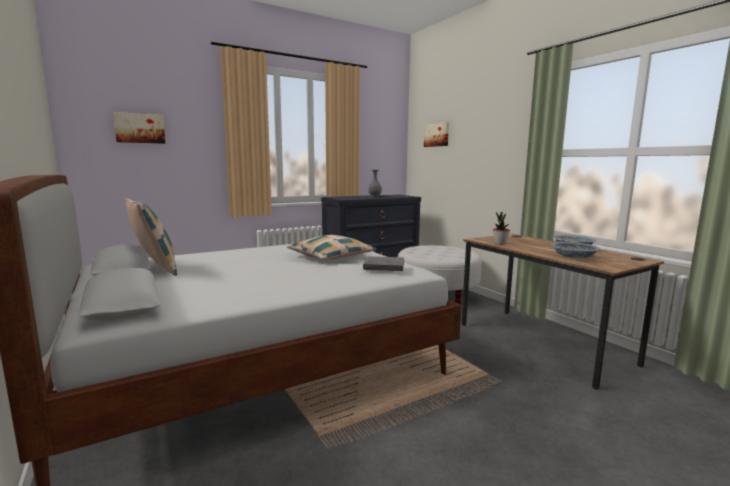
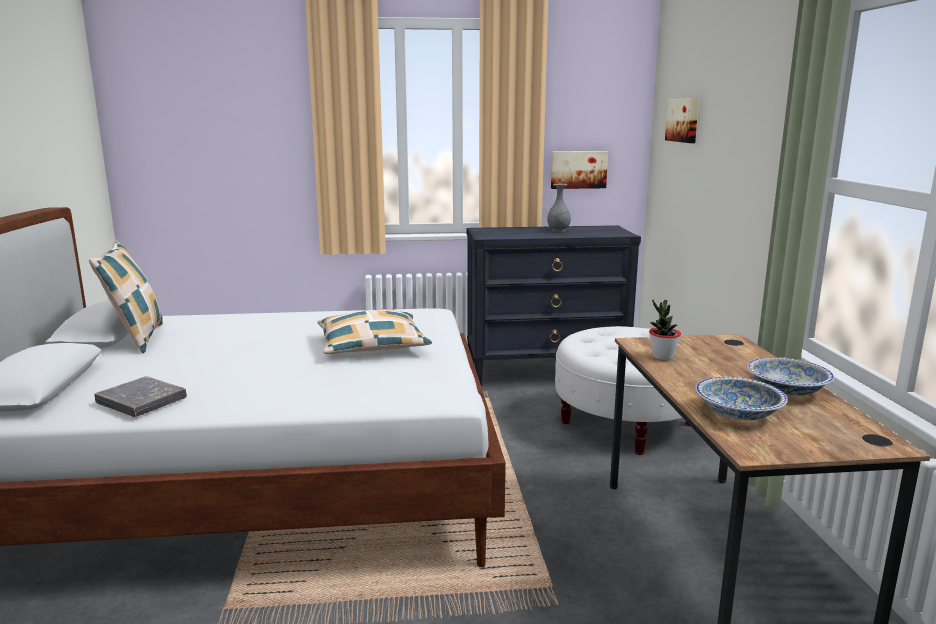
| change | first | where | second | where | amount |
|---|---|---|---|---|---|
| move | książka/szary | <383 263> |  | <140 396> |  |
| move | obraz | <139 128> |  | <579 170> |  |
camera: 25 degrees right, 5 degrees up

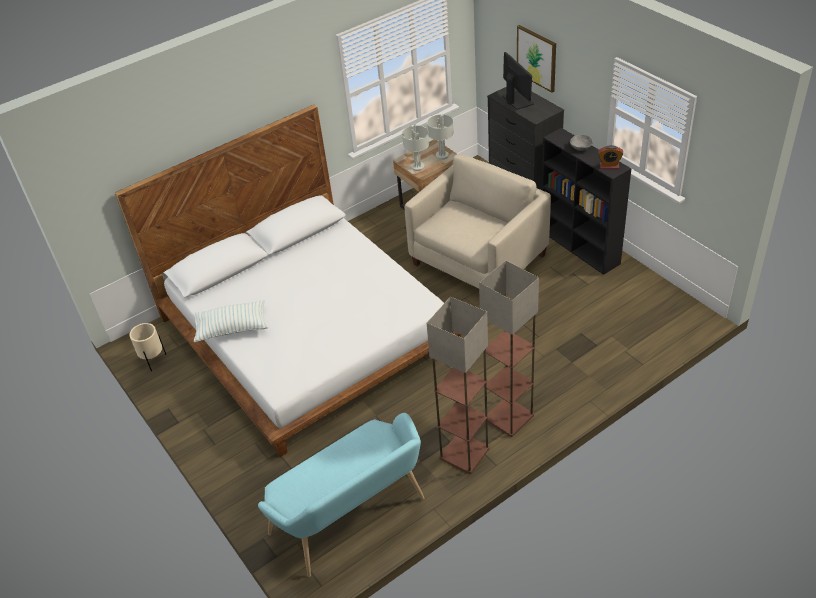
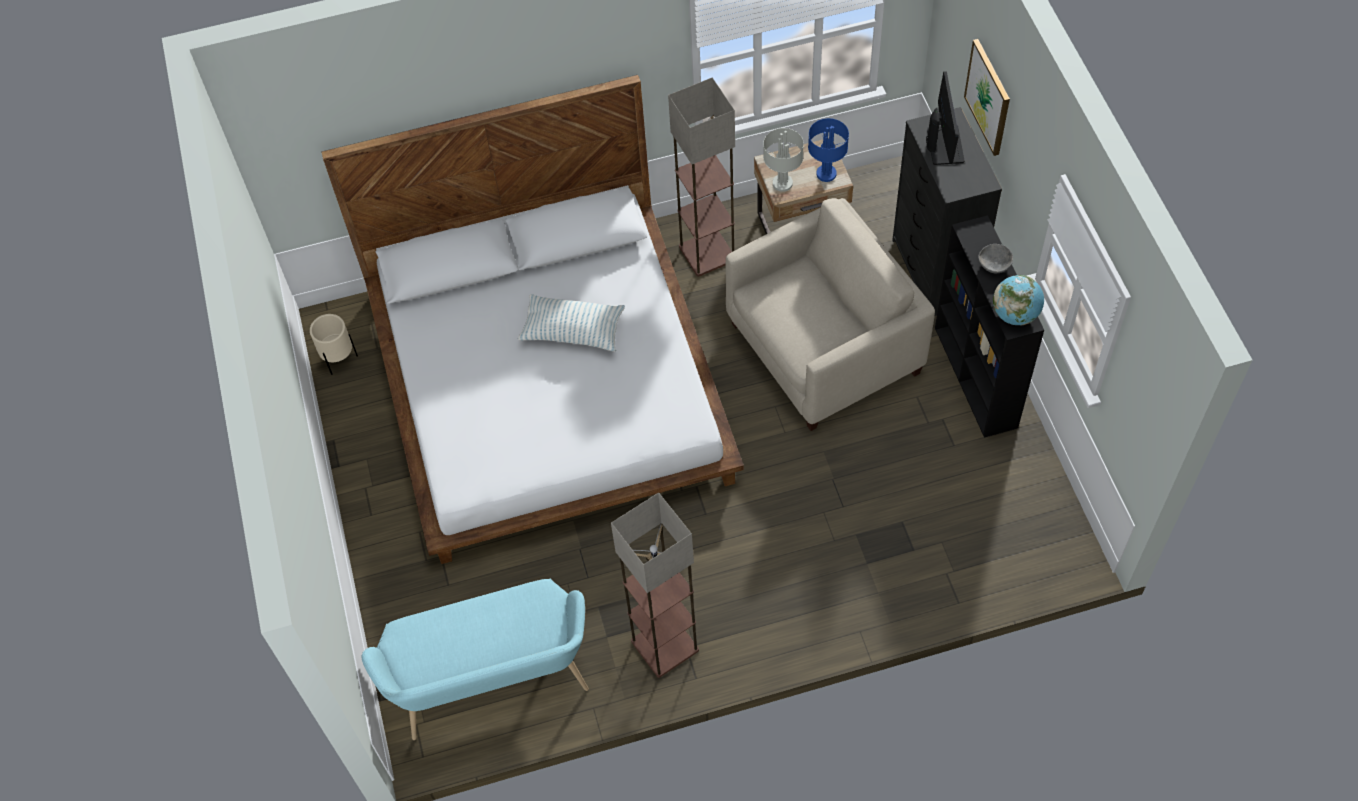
| change | first | where | second | where | amount |
|---|---|---|---|---|---|
| move | poduszka | <230 321> |  | <571 323> |  |
| move | lampa stojąca | <509 349> |  | <701 177> |  |
| recolor | lampa stołowa/szary | <440 137> | lampa stołowa/niebieski | <828 150> |  |
| replace | budzik | <610 157> | globus | <1018 300> |  |
camera: 20 degrees right, 15 degrees up

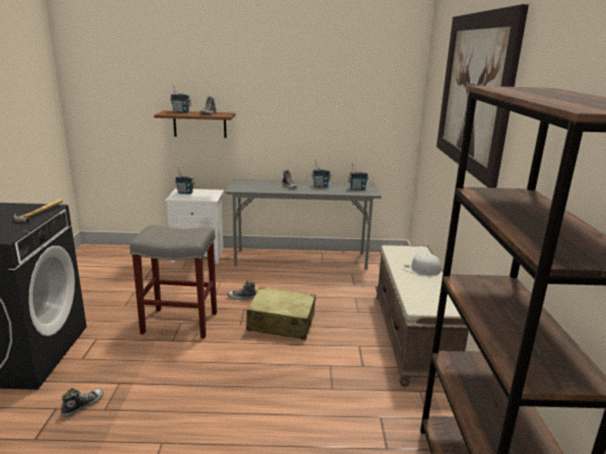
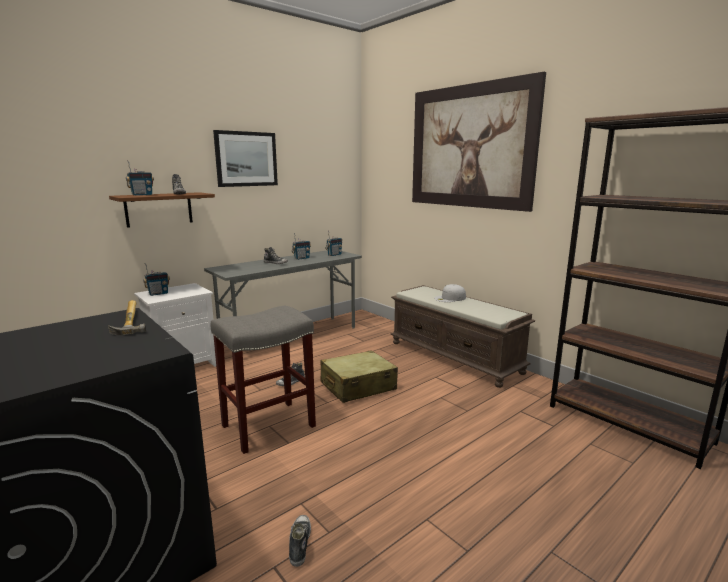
| change | first | where | second | where | amount |
|---|---|---|---|---|---|
| insert |  |  | obraz | <245 158> |  |
camera: 40 degrees left, 5 degrees down

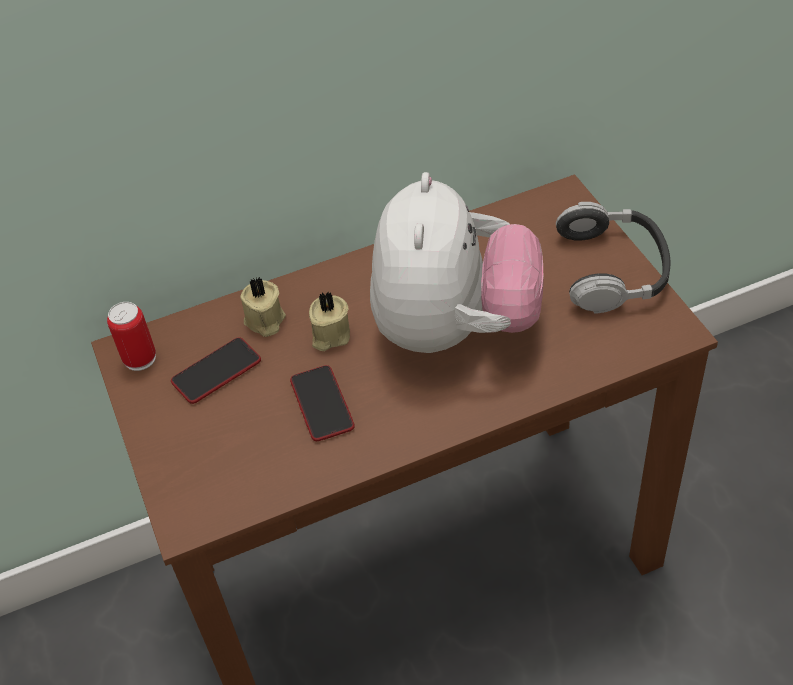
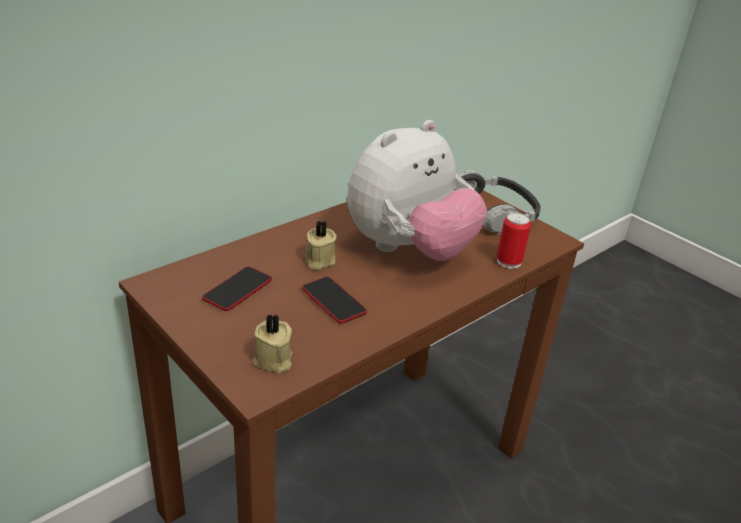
| change | first | where | second | where | amount |
|---|---|---|---|---|---|
| move | świeca/beżowy | <263 307> |  | <273 343> |  |
| rotate | pluszak | <457 262> |  | <417 190> | 60 degrees clockwise |
| move | puszka | <131 336> |  | <514 240> |  |
camera: 25 degrees left, 15 degrees down

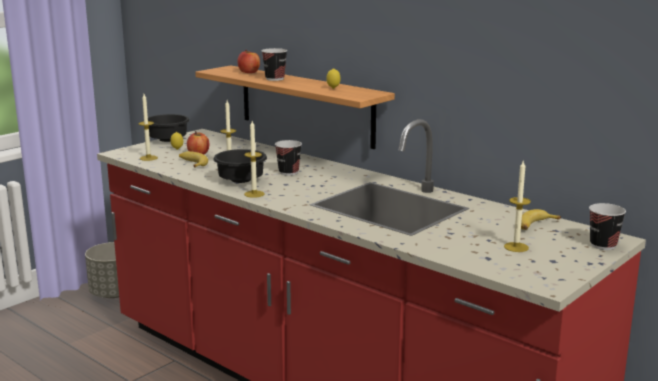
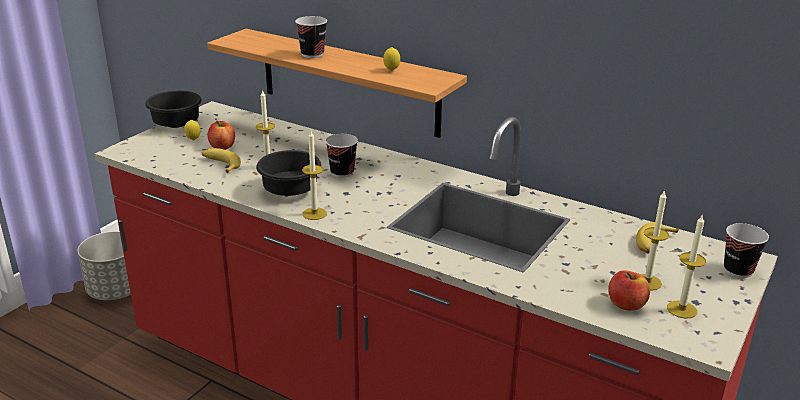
| change | first | where | second | where | amount |
|---|---|---|---|---|---|
| move | jabłko | <248 61> |  | <629 290> |  |
| move | świeca | <148 127> |  | <686 267> |  |
camera: 10 degrees left, 10 degrees up

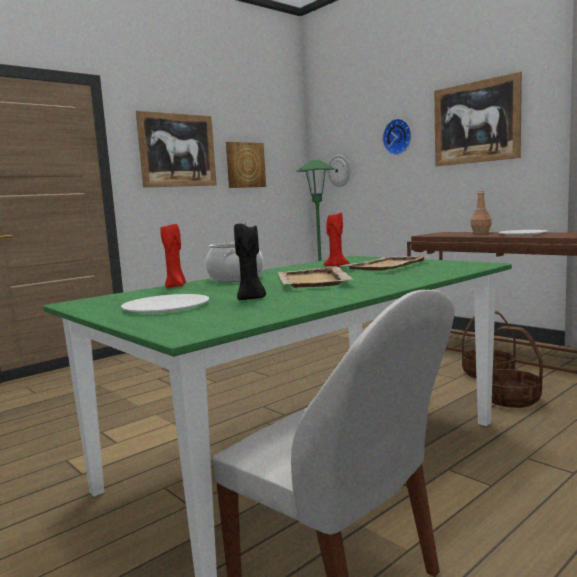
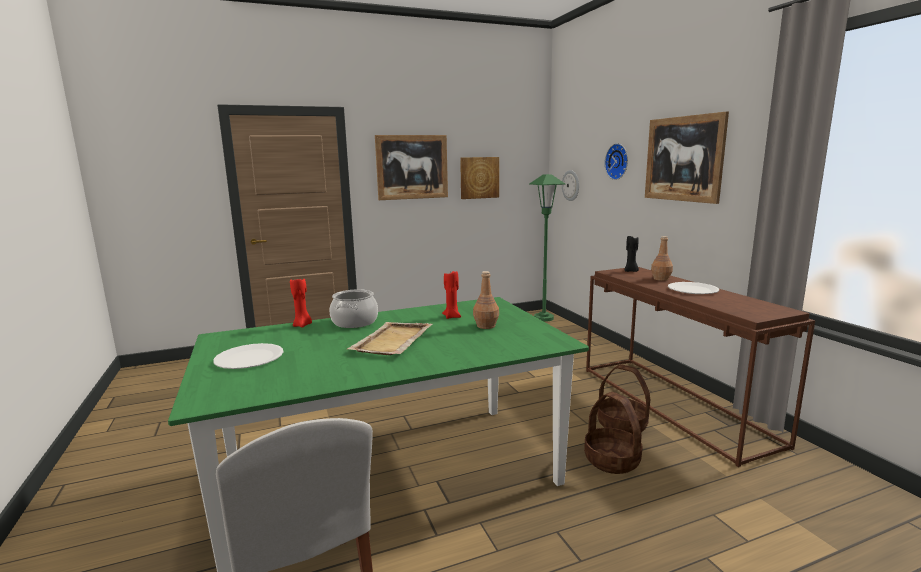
| change | first | where | second | where | amount |
|---|---|---|---|---|---|
| replace | taca/beżowy | <383 263> | butelka/brązowy | <486 300> |  |
| move | świeca/czarny | <250 261> |  | <632 254> |  |
camera: 20 degrees right, 5 degrees up

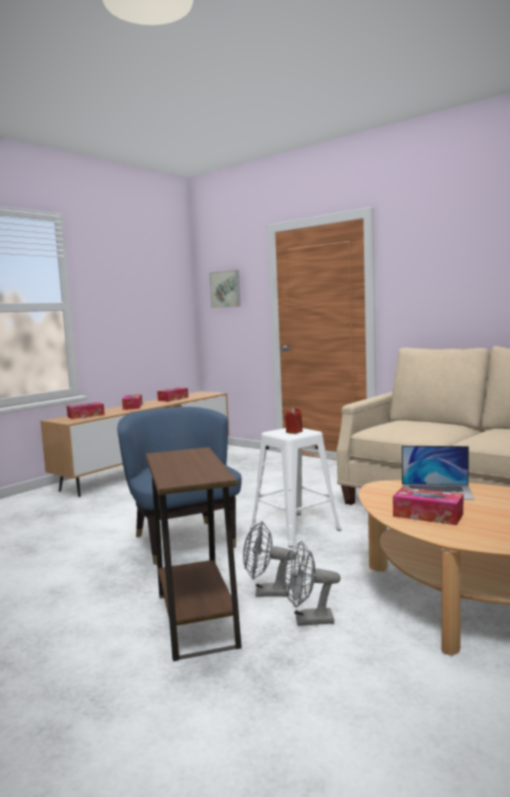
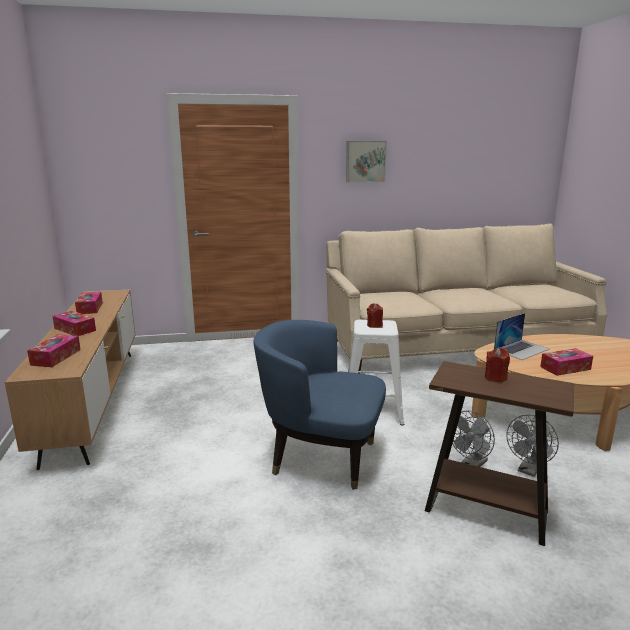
| change | first | where | second | where | amount |
|---|---|---|---|---|---|
| move | obraz | <225 289> |  | <366 162> |  |
| insert |  |  | świeca/czerwony | <497 364> |  |
camera: 50 degrees left, 10 degrees up

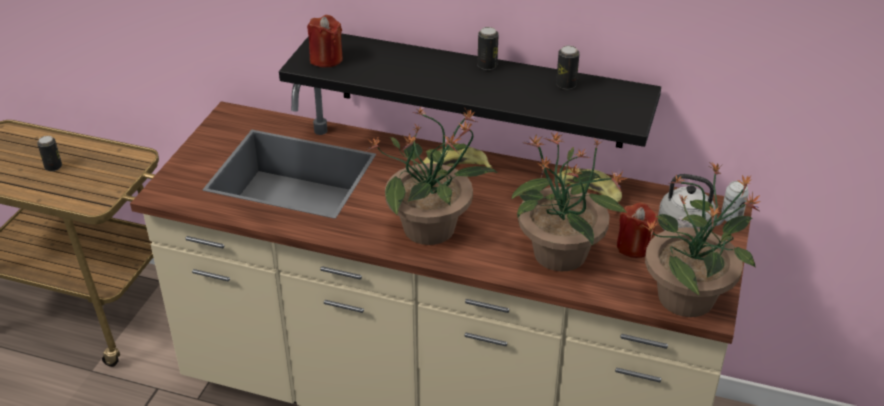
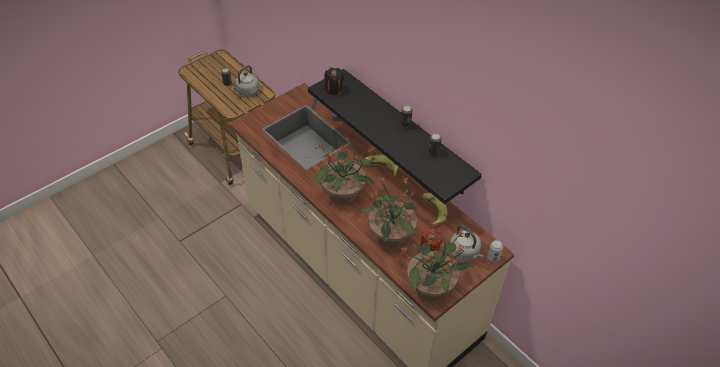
| change | first | where | second | where | amount |
|---|---|---|---|---|---|
| insert |  |  | czajnik/szary | <245 80> |  |
| recolor | świeca/czerwony | <325 41> | świeca/czarny | <334 81> |  |
camera: 30 degrees right, 10 degrees up

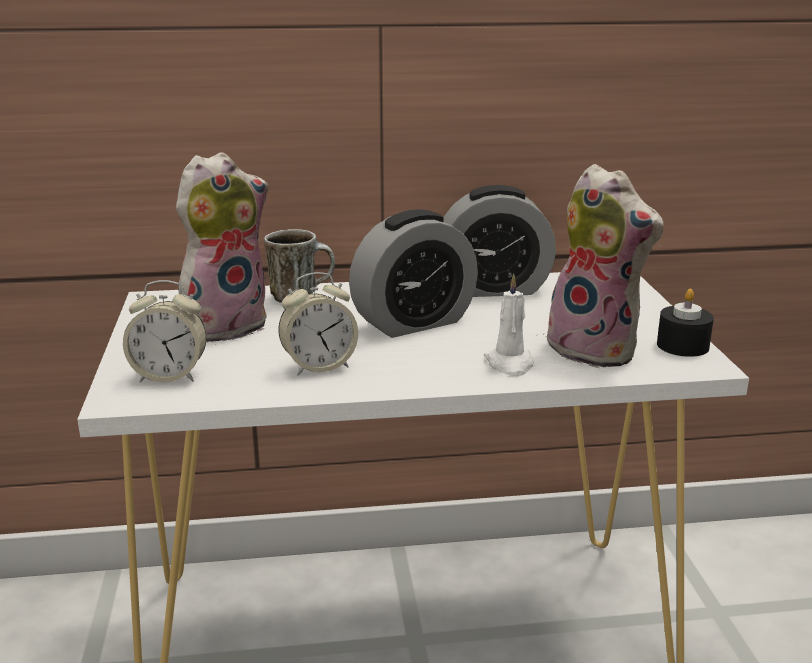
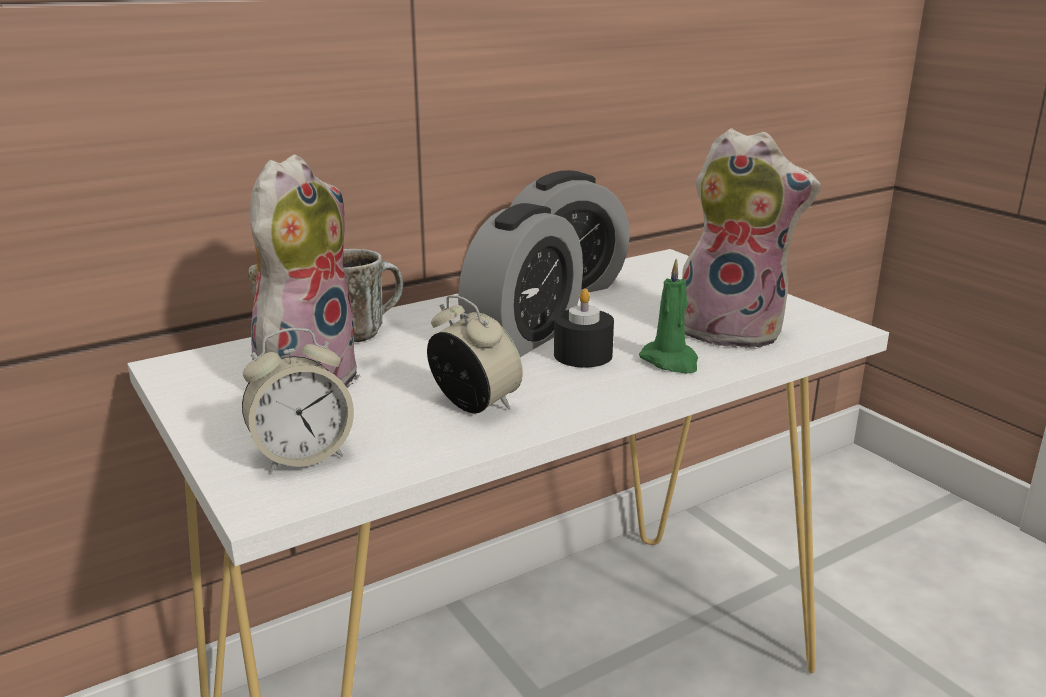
| change | first | where | second | where | amount |
|---|---|---|---|---|---|
| rotate | budzik | <318 324> |  | <475 354> | 90 degrees counterclockwise |
| move | świeca/czarny | <685 323> |  | <584 328> |  |
| recolor | świeca/biały | <509 325> | świeca/zielony | <668 316> |  |
camera: 25 degrees left, 0 degrees up

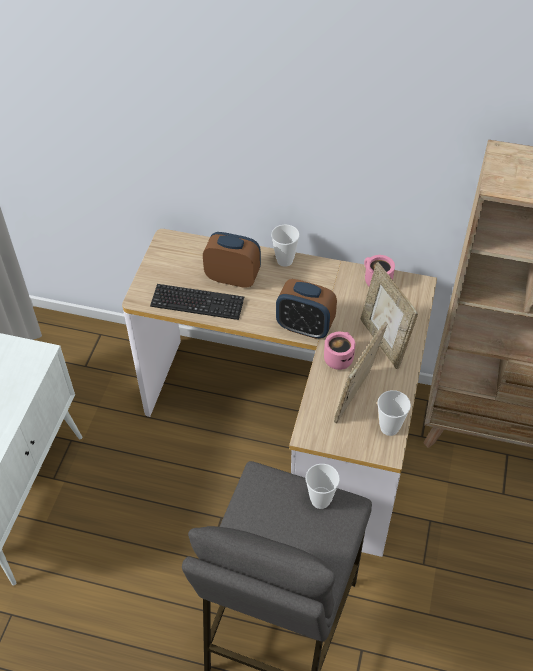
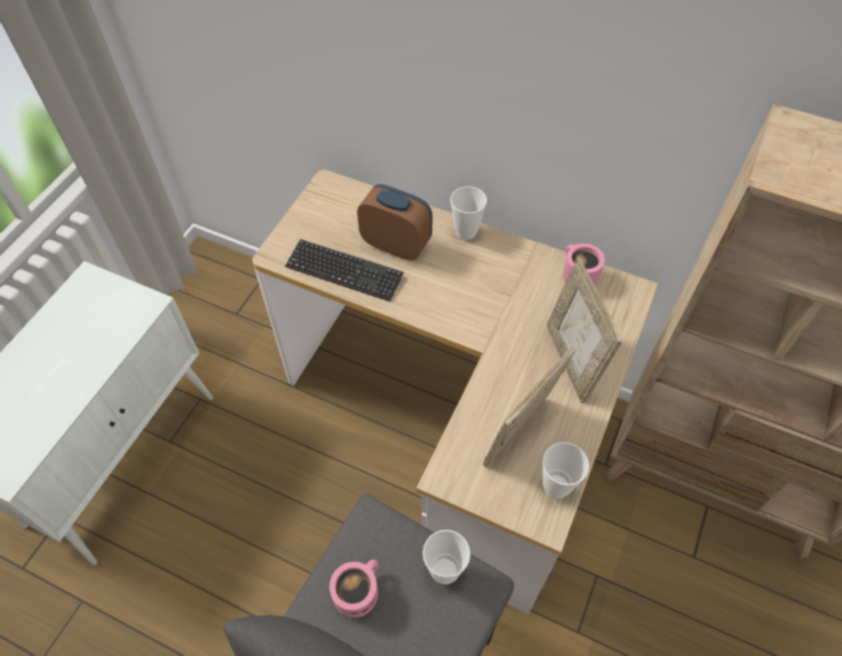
| change | first | where | second | where | amount |
|---|---|---|---|---|---|
| move | kubek/różowy | <339 351> |  | <353 589> |  |
| delete | budzik | <306 309> |  |  |  |
camera: 10 degrees right, 5 degrees up

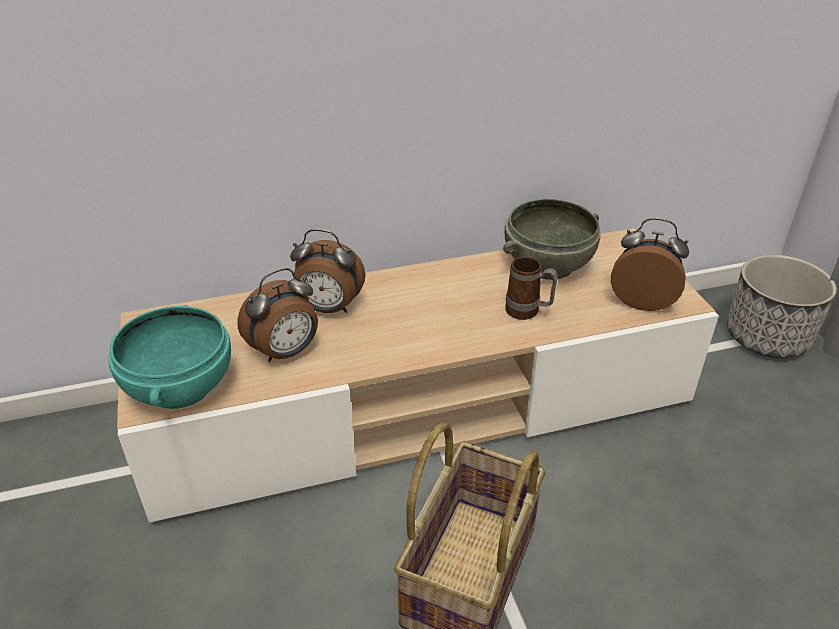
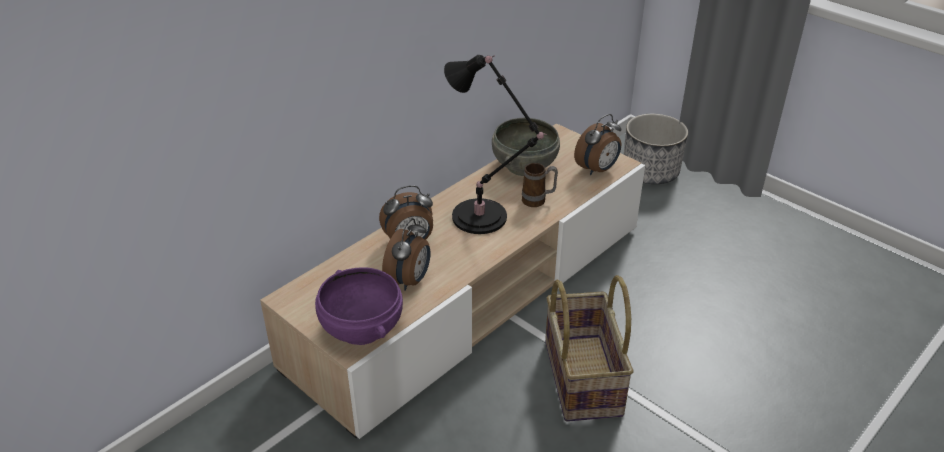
| change | first | where | second | where | amount |
|---|---|---|---|---|---|
| recolor | miska/turkusowy | <169 357> | miska/fioletowy | <359 306> |  |
| insert |  |  | lampa stołowa/czarny | <495 144> |  |
| rotate | budzik | <650 264> |  | <597 144> | 150 degrees clockwise |
camera: 30 degrees left, 0 degrees up

